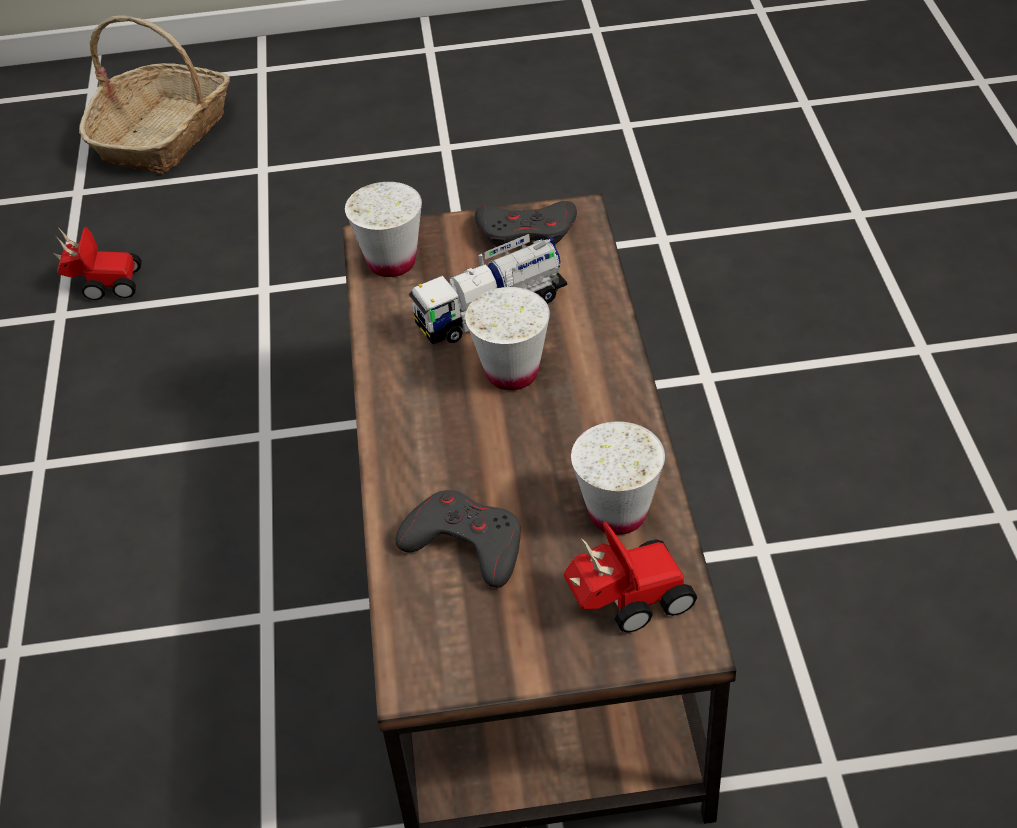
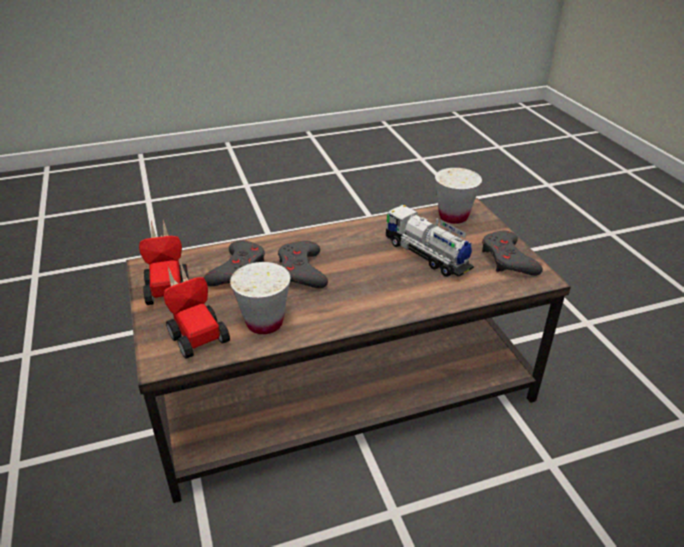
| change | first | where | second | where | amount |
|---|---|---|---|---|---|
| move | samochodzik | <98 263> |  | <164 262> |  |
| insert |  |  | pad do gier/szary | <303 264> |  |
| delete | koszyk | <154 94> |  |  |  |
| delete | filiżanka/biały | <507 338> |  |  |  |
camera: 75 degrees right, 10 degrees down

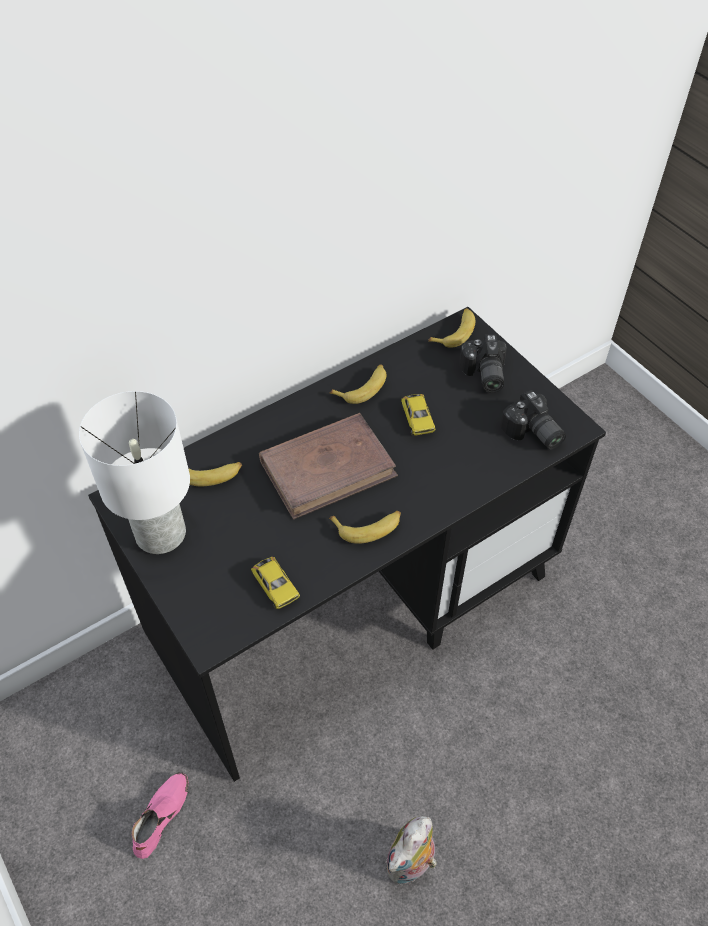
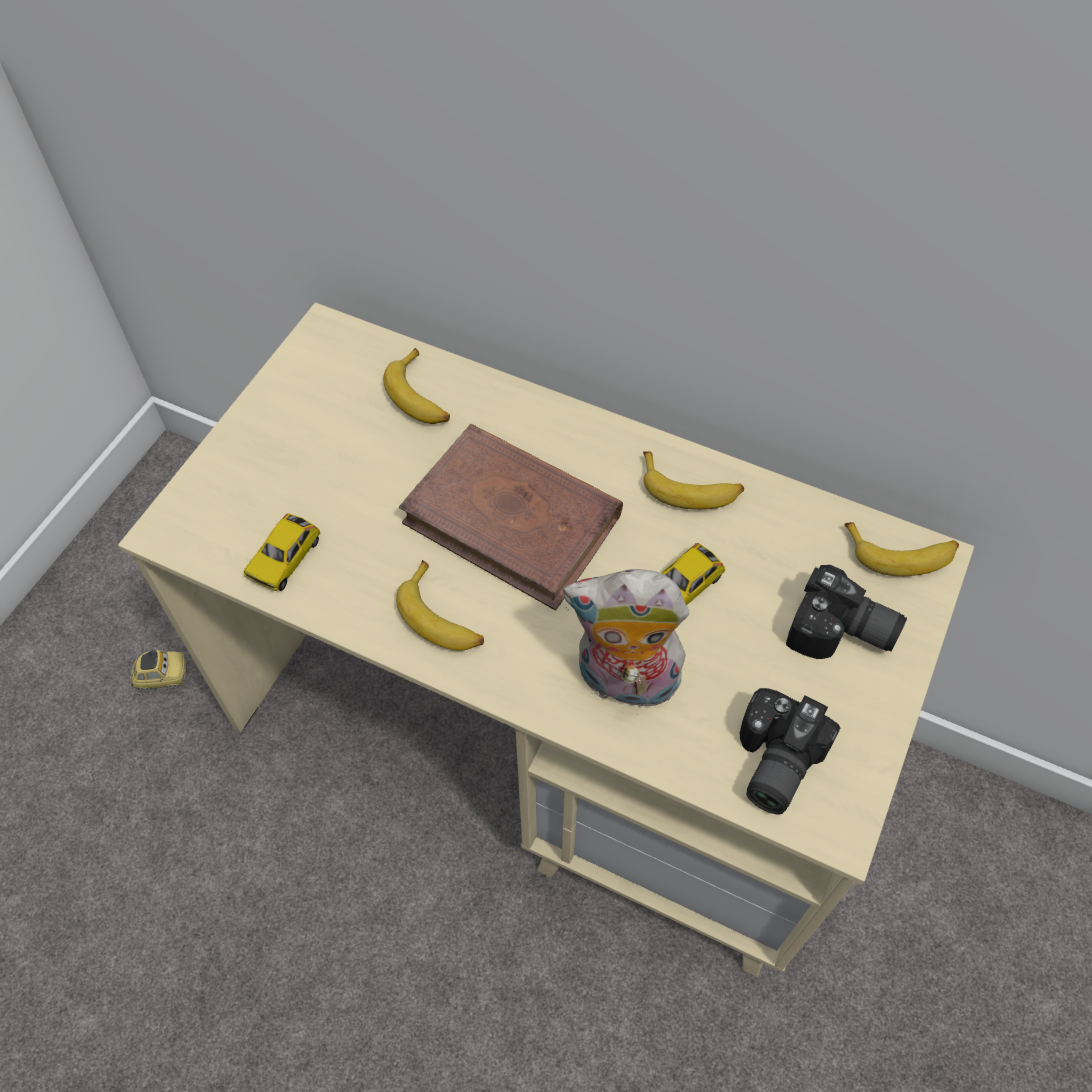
| change | first | where | second | where | amount |
|---|---|---|---|---|---|
| recolor | biurko/czarny | <347 544> | biurko/beżowy | <546 640> |  |
| replace | but/różowy | <160 816> | samochodzik | <158 670> |  |
| move | pluszak | <411 850> |  | <626 642> |  |
| rotate | aparat fotograficzny | <483 364> |  | <846 612> | 120 degrees counterclockwise |
| delete | lampa stołowa/biały | <134 472> |  |  |  |
camera: 60 degrees right, 5 degrees up

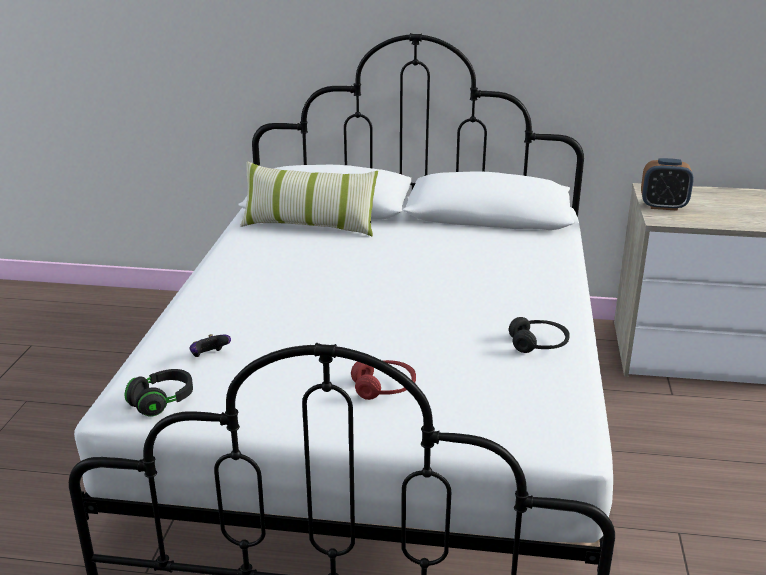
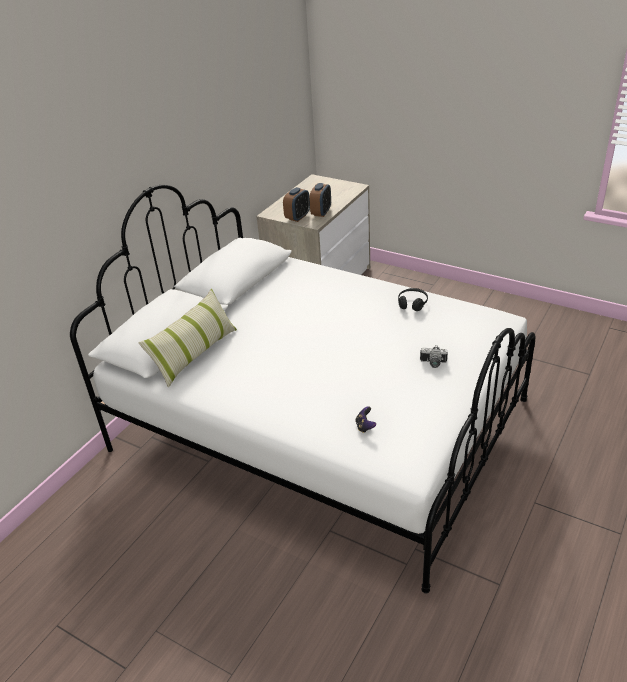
| change | first | where | second | where | amount |
|---|---|---|---|---|---|
| insert |  |  | budzik | <320 200> |  |
| replace | słuchawki/czerwony | <383 380> | aparat fotograficzny | <434 356> |  |
| delete | słuchawki/czarny | <159 393> |  |  |  |
camera: 65 degrees left, 10 degrees up

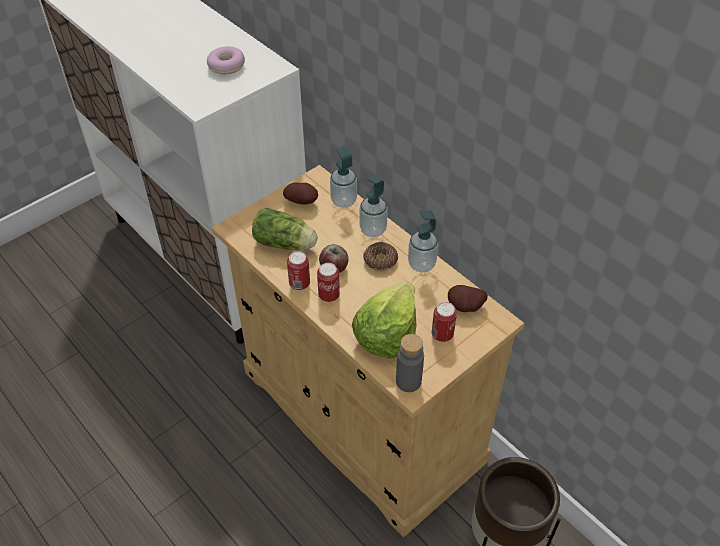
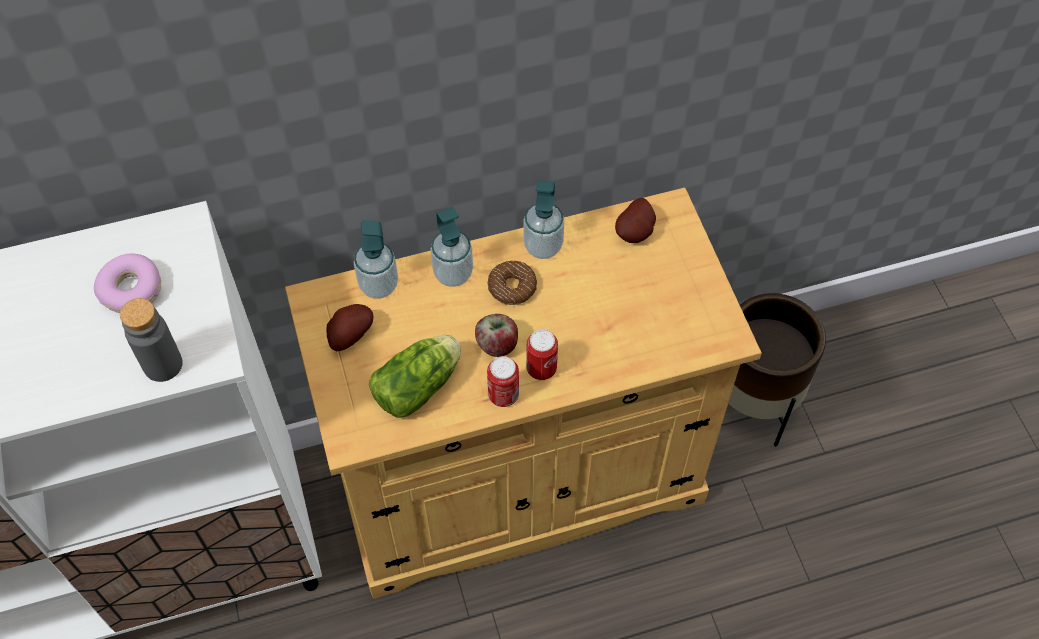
| change | first | where | second | where | amount |
|---|---|---|---|---|---|
| move | butelka/szary | <410 363> |  | <151 340> |  |
| delete | sałata | <384 320> |  |  |  |
| delete | puszka | <444 322> |  |  |  |
camera: 65 degrees left, 10 degrees up

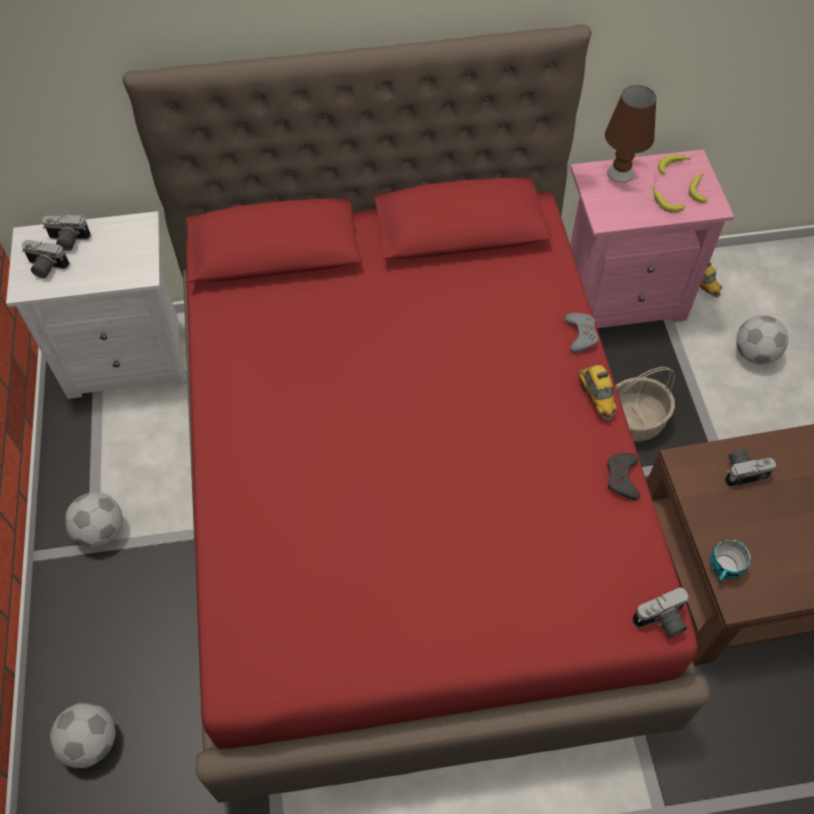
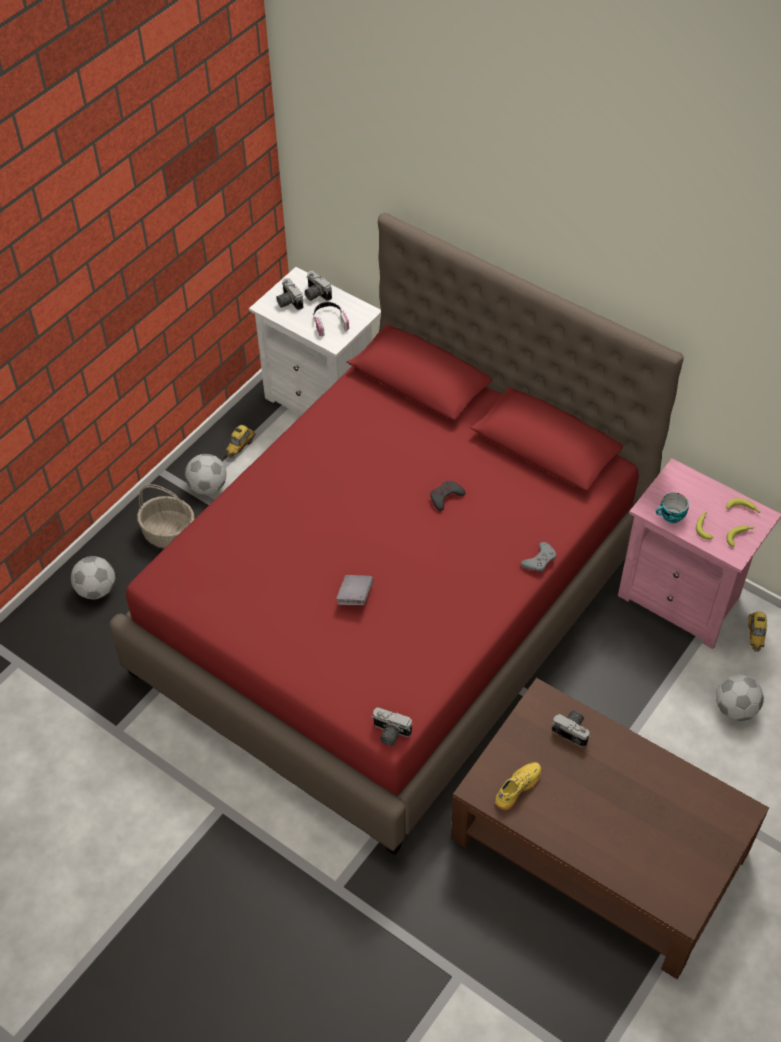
| change | first | where | second | where | amount |
|---|---|---|---|---|---|
| move | koszyk | <645 404> |  | <165 516> |  |
| move | samochodzik | <597 393> |  | <240 441> |  |
| insert |  |  | słuchawki | <331 319> |  |
| insert |  |  | książka/szary | <355 590> |  |
| move | pad do gier/szary | <623 476> |  | <448 496> |  |
| insert |  |  | but/żółty | <518 786> |  |
| move | filiżanka | <730 560> |  | <672 508> |  |
| delete | lampa stołowa/brązowy | <630 134> |  |  |  |
camera: 45 degrees right, 5 degrees down

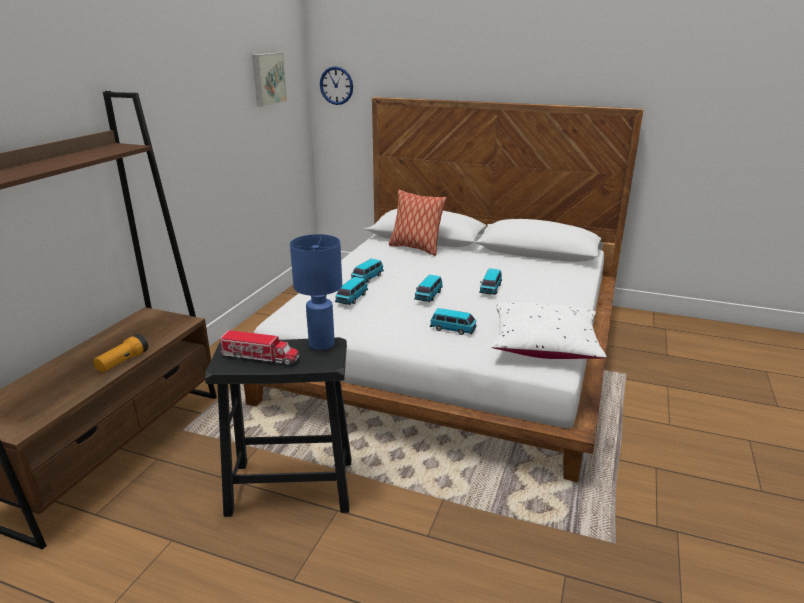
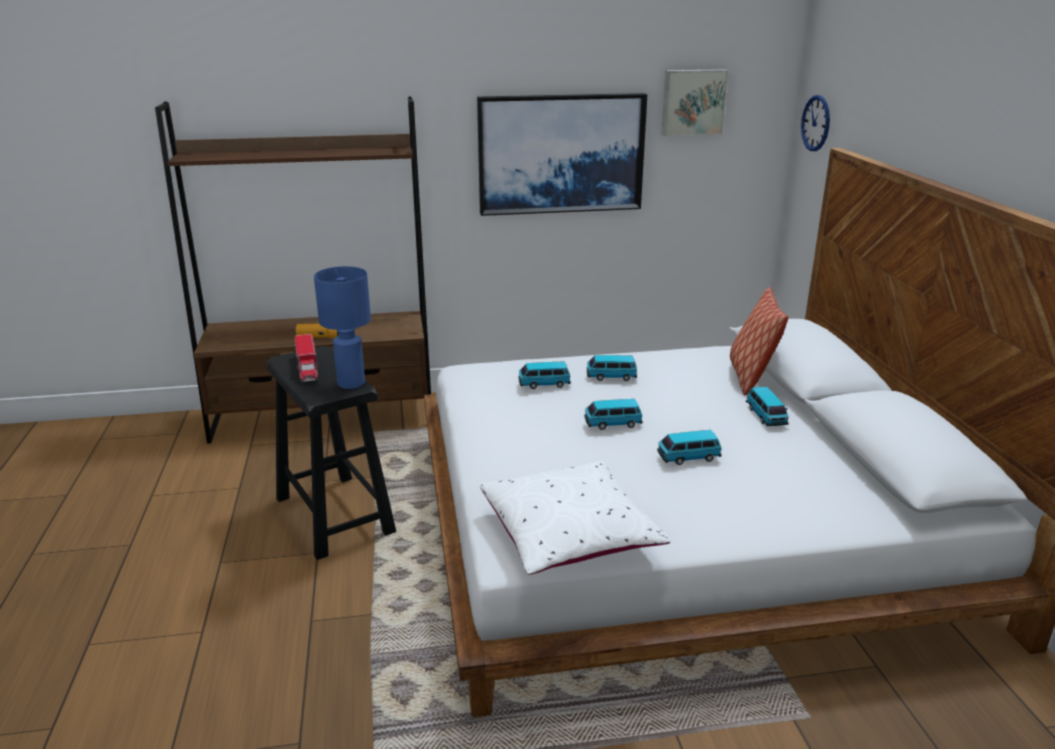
| change | first | where | second | where | amount |
|---|---|---|---|---|---|
| insert |  |  | obraz | <562 154> |  |
| move | samochodzik | <453 321> |  | <767 406> |  |
camera: 60 degrees right, 0 degrees up

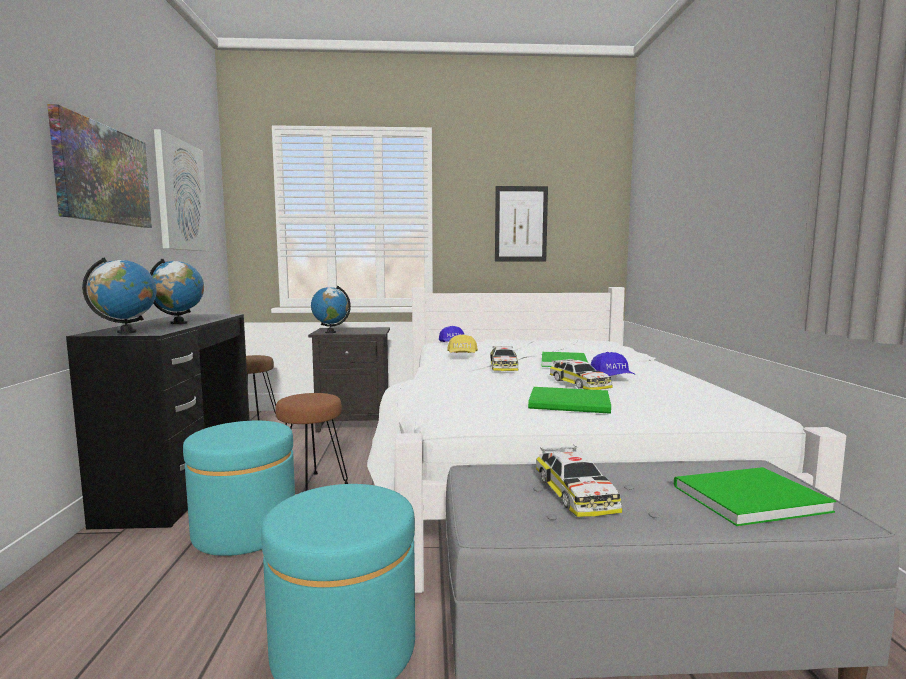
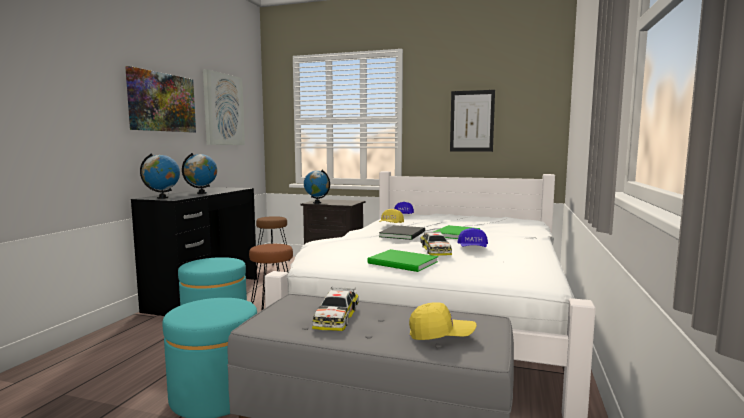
| change | first | where | second | where | amount |
|---|---|---|---|---|---|
| replace | samochodzik | <504 358> | książka/czarny | <402 232> |  |
| replace | książka/zielony | <755 496> | czapka z daszkiem/żółty | <443 321> |  |
camera: 20 degrees right, 0 degrees up

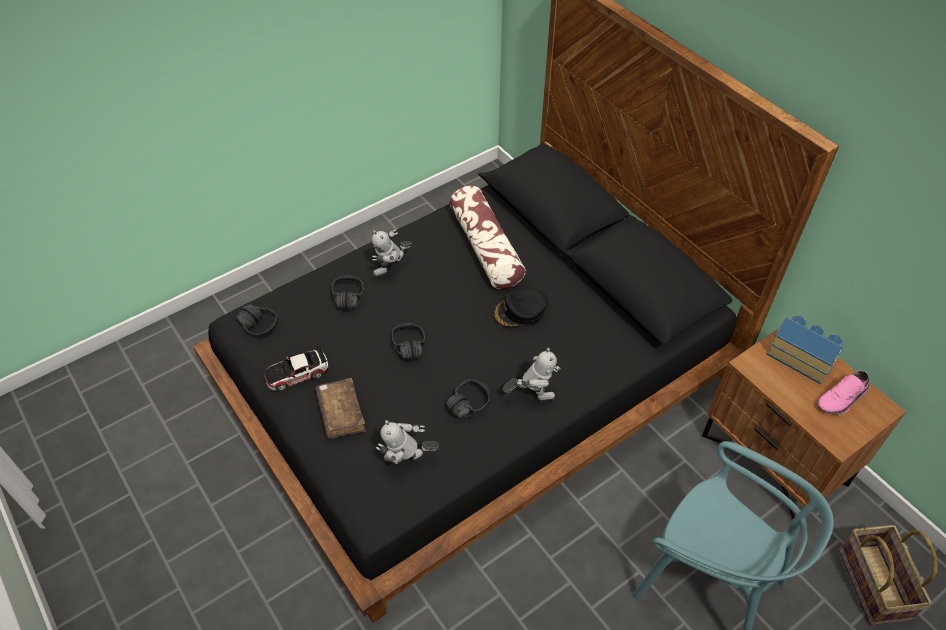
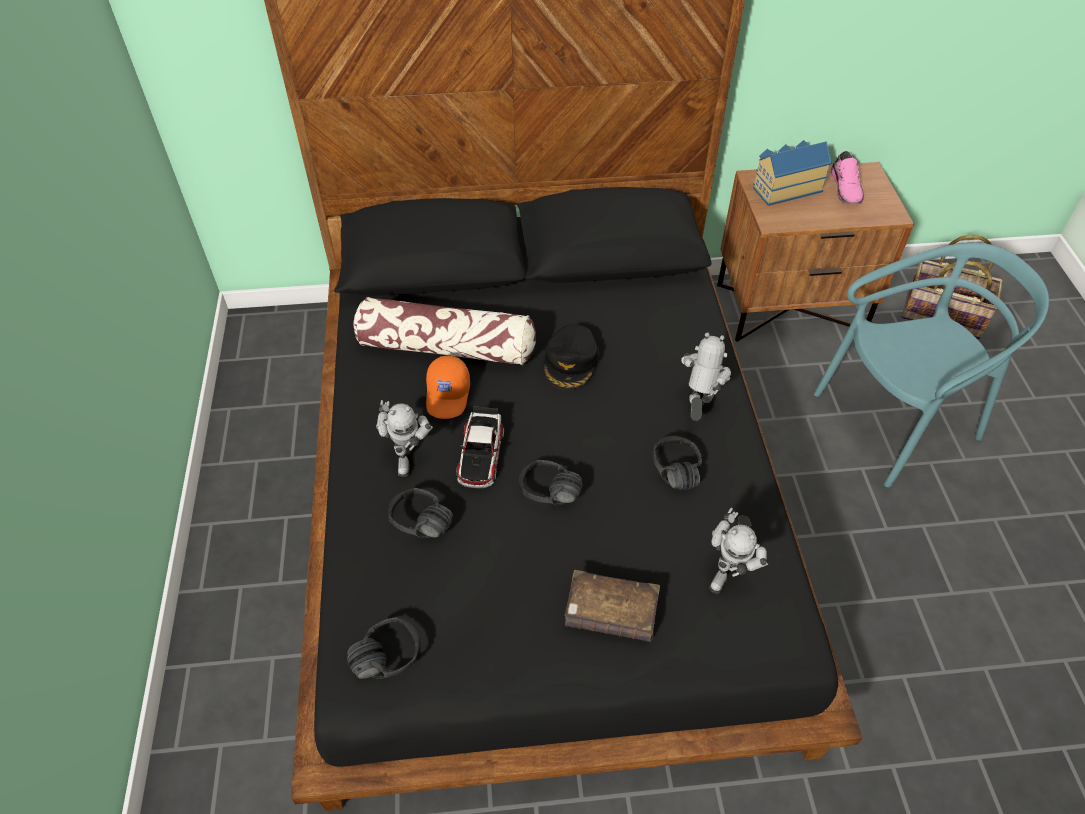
| change | first | where | second | where | amount |
|---|---|---|---|---|---|
| insert |  |  | czapka z daszkiem/pomarańczowy | <448 387> |  |
| move | samochodzik | <296 368> |  | <480 447> |  |
camera: 60 degrees left, 0 degrees up

